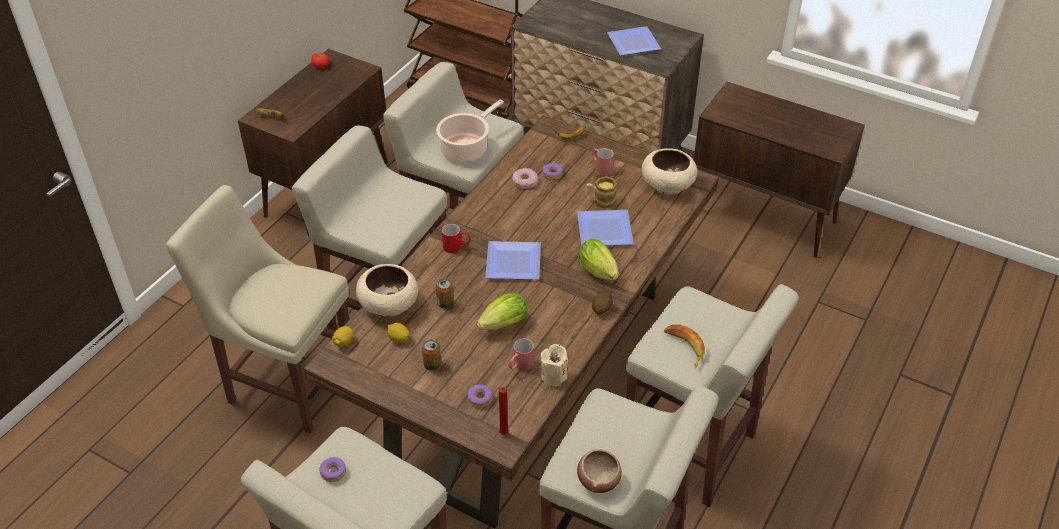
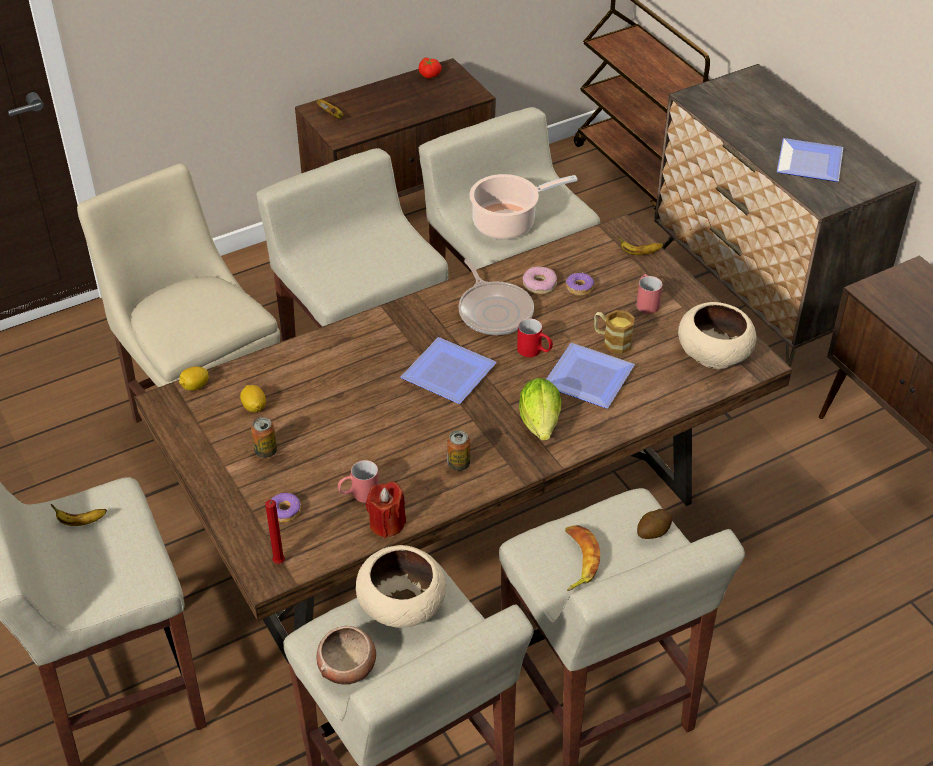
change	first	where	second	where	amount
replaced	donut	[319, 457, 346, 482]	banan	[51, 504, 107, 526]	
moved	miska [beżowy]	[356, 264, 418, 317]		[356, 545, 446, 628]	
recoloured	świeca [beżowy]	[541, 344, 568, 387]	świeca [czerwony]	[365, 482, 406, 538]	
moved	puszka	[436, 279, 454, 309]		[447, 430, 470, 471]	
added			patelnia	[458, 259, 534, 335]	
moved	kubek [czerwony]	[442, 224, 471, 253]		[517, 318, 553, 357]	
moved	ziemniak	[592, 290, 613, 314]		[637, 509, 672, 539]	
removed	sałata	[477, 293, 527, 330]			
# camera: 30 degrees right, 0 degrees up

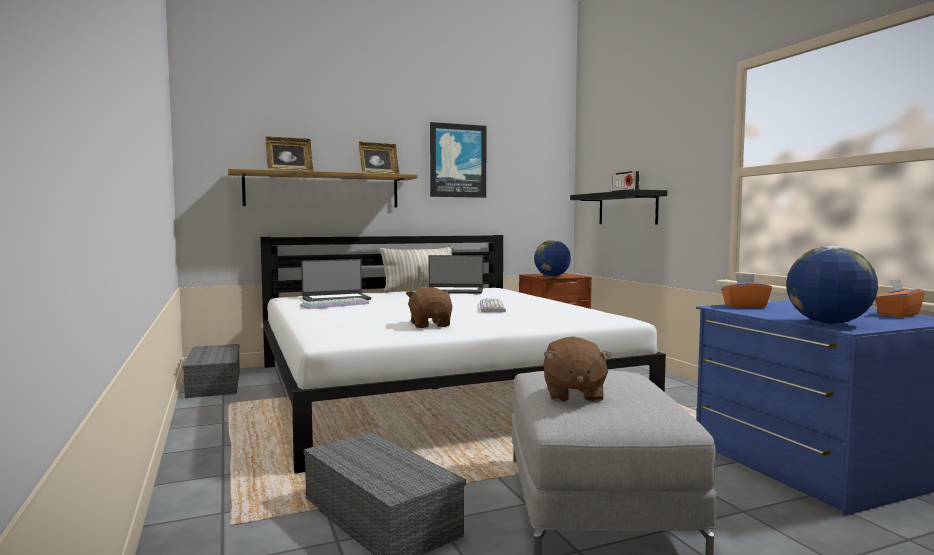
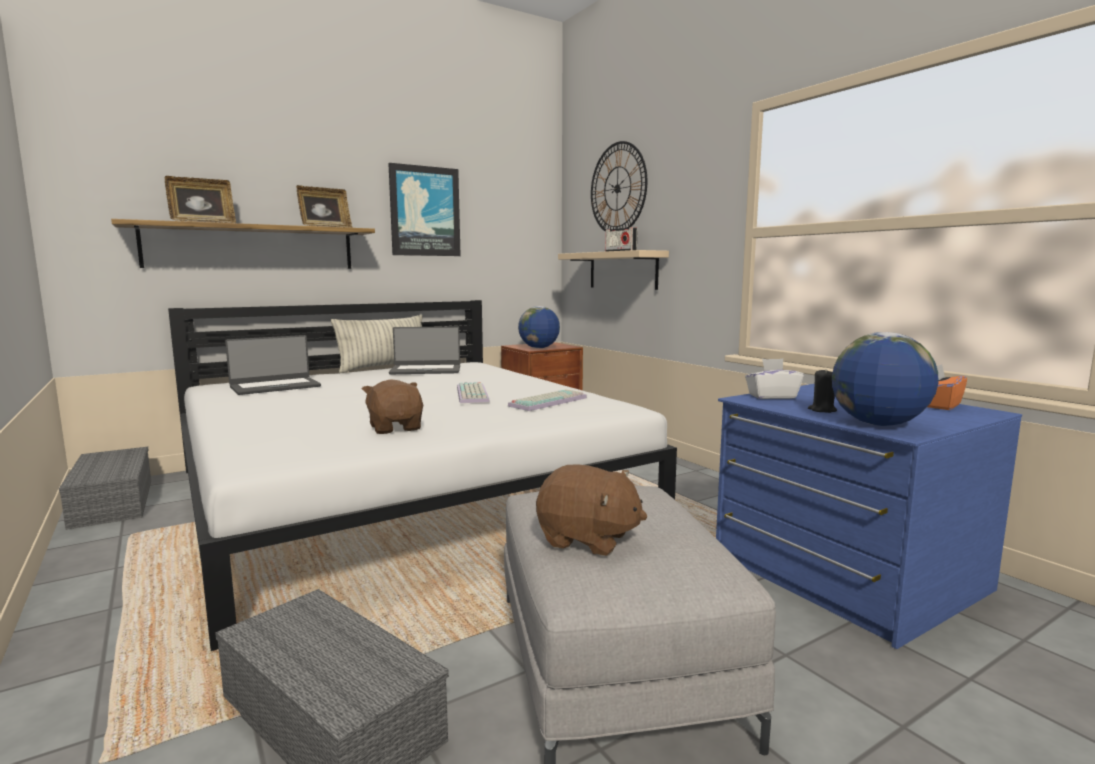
change	first	where	second	where	amount
moved	klawiatura	[300, 298, 369, 309]		[508, 389, 587, 411]	
turned	pluszak [brązowy]	[543, 336, 612, 402]		[536, 465, 647, 556]	60 degrees counterclockwise
recoloured	półka [czarny]	[570, 189, 667, 224]	półka [beżowy]	[558, 250, 669, 290]	
added			zegar ścienny	[591, 141, 647, 232]	
recoloured	pudełko chusteczek [pomarańczowy]	[721, 274, 772, 308]	pudełko chusteczek [biały]	[745, 359, 804, 399]	
added			świeca [czarny]	[808, 370, 837, 413]	
# camera: 10 degrees left, 5 degrees up

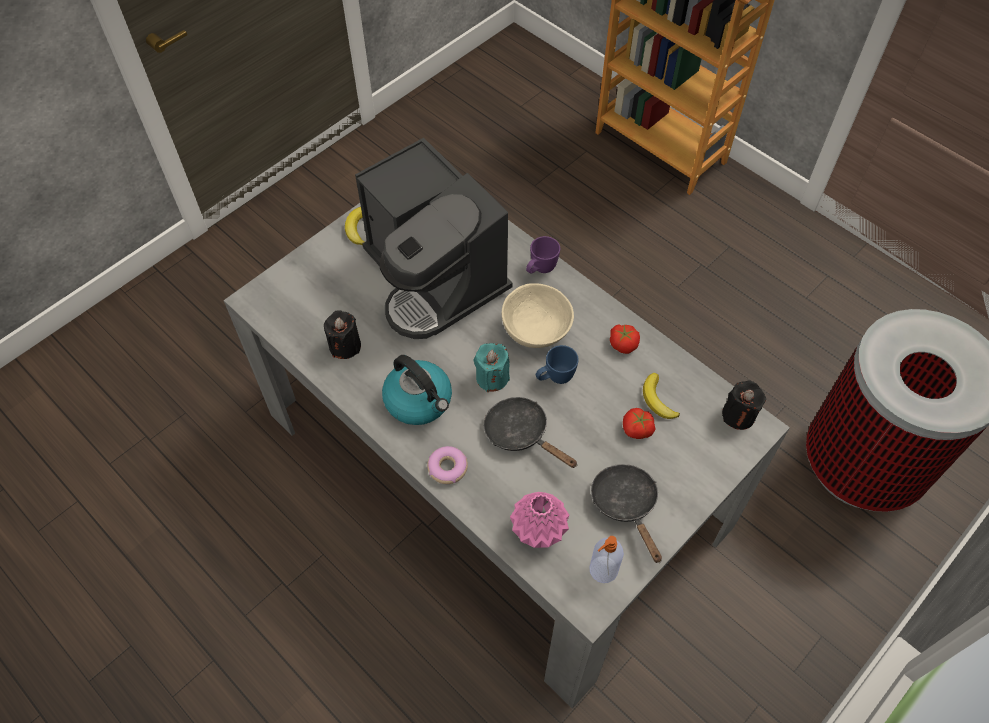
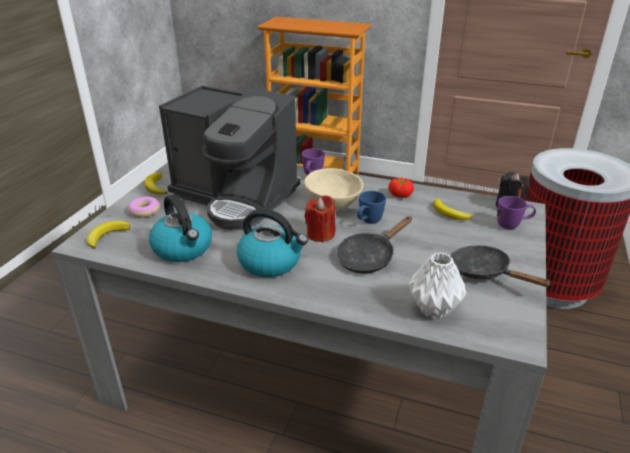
change	first	where	second	where	amount
added			banan	[87, 221, 130, 249]	
moved	donut	[427, 446, 468, 484]		[128, 197, 160, 218]	
replaced	świeca [czarny]	[324, 311, 361, 359]	czajnik	[149, 194, 212, 262]	
recoloured	świeca [turkusowy]	[473, 343, 510, 392]	świeca [czerwony]	[305, 195, 336, 242]	
turned	patelnia [czarny]	[484, 397, 578, 468]		[336, 216, 412, 273]	60 degrees counterclockwise
recoloured	wazon [różowy]	[510, 492, 570, 548]	wazon [biały]	[409, 252, 466, 318]	
added			kubek [fioletowy]	[497, 196, 536, 229]	
removed	dozownik mydła	[589, 536, 624, 583]			
removed	pomidor	[623, 408, 655, 439]			
# camera: 25 degrees left, 25 degrees down

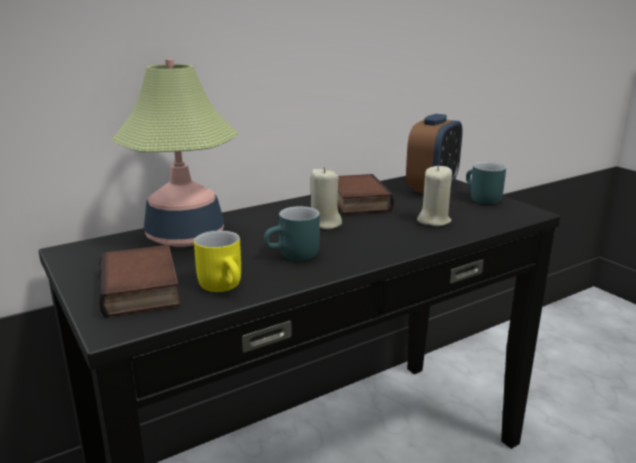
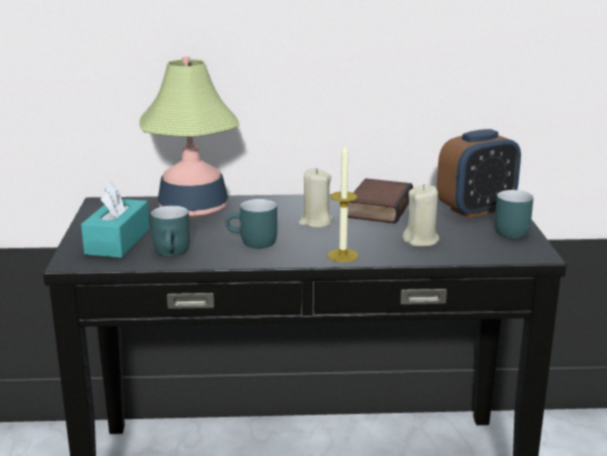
change	first	where	second	where	amount
replaced	książka	[99, 245, 180, 318]	pudełko chusteczek [turkusowy]	[81, 181, 150, 258]	
recoloured	kubek [żółty]	[194, 230, 241, 292]	kubek [turkusowy]	[151, 206, 190, 256]	
added			świeca	[327, 145, 359, 262]	
# camera: 30 degrees right, 0 degrees up

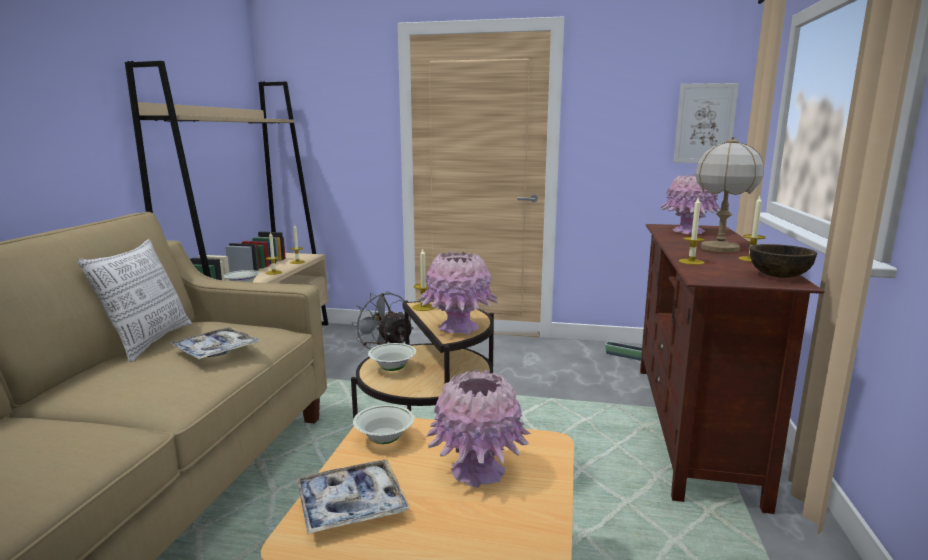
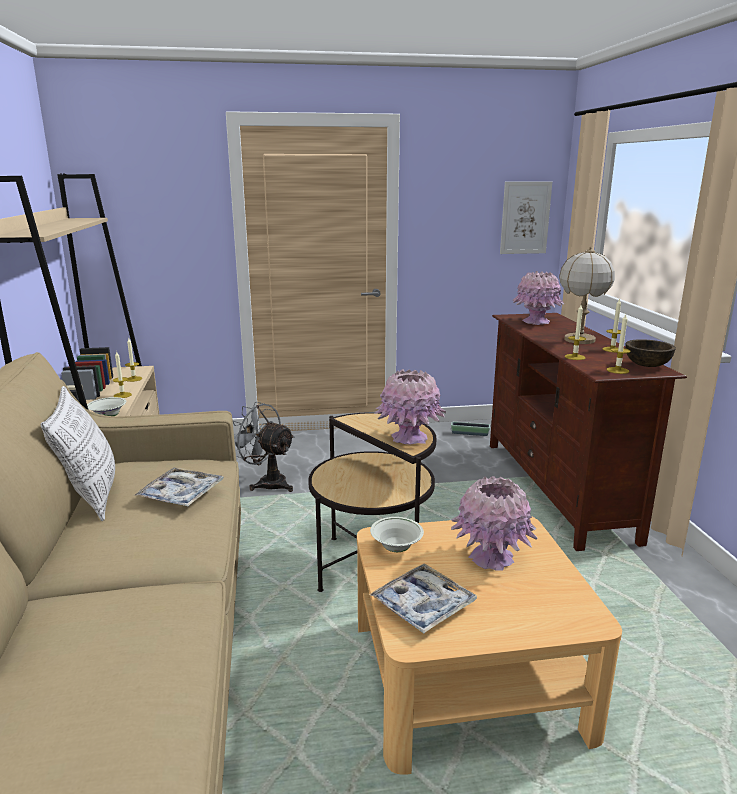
change	first	where	second	where	amount
moved	świeca	[413, 248, 434, 311]		[607, 315, 631, 374]	
removed	miska [biały]	[368, 343, 416, 371]			
# camera: 20 degrees left, 5 degrees up

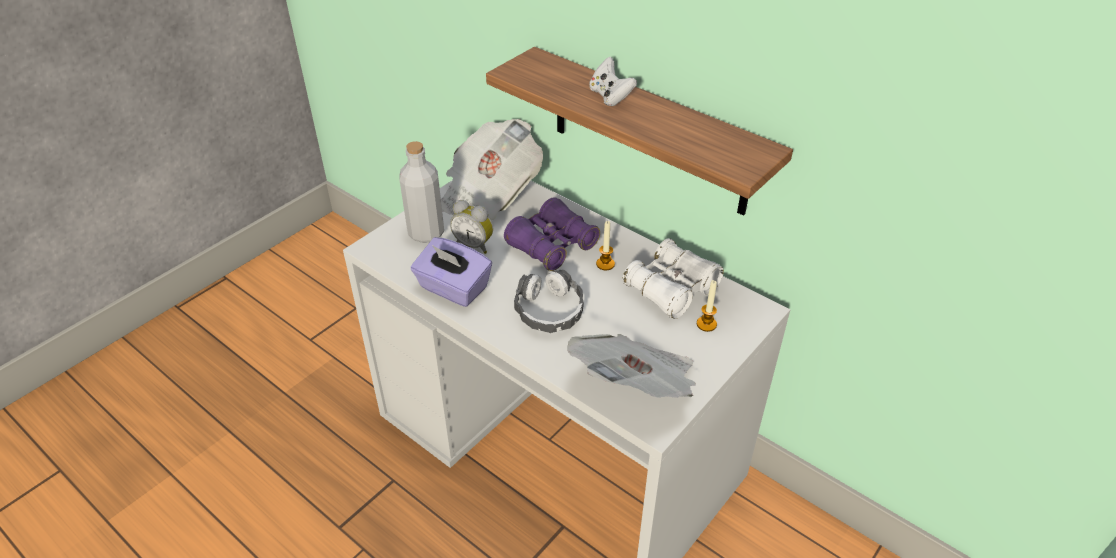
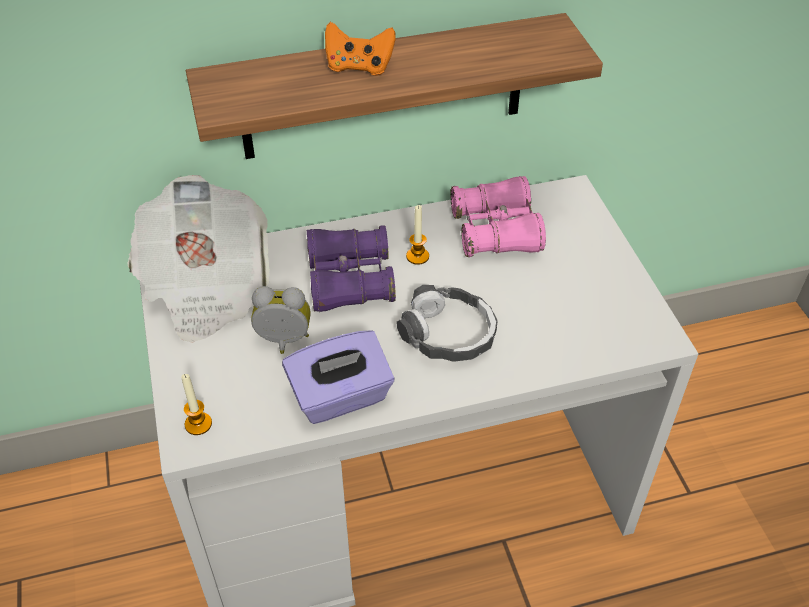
change	first	where	second	where	amount
moved	świeca	[697, 280, 717, 332]		[181, 374, 212, 435]	
turned	budzik	[450, 200, 493, 254]		[251, 286, 311, 354]	150 degrees counterclockwise
recoloured	pad do gier [biały]	[589, 57, 637, 106]	pad do gier [pomarańczowy]	[325, 22, 396, 76]	
recoloured	lornetka [biały]	[622, 238, 724, 319]	lornetka [różowy]	[450, 176, 546, 257]	
removed	butelka [szary]	[399, 141, 444, 243]			
removed	gazeta	[567, 334, 696, 398]			
# camera: 55 degrees left, 5 degrees up

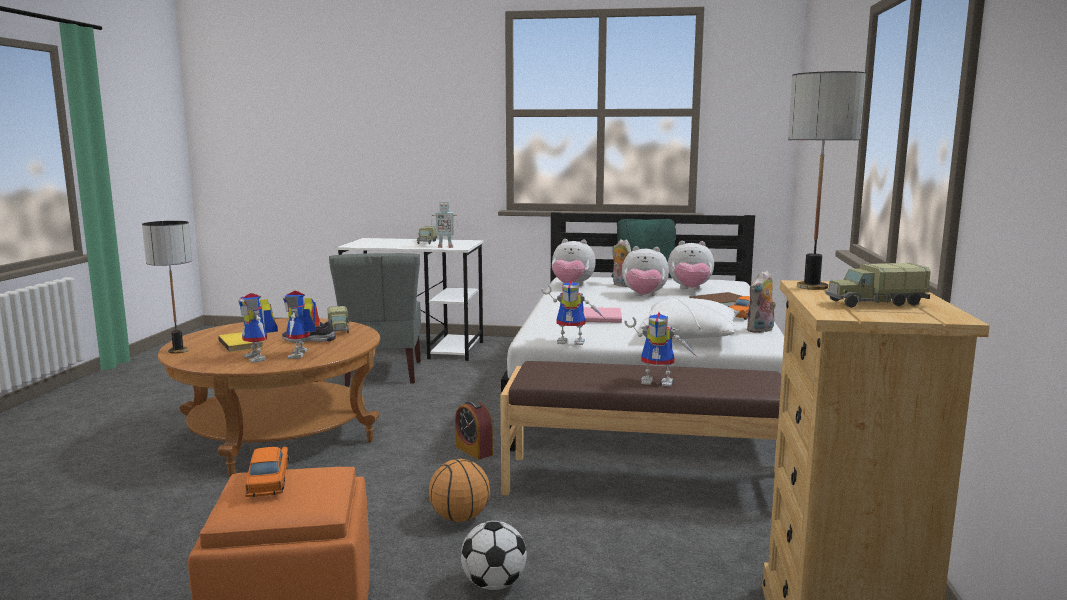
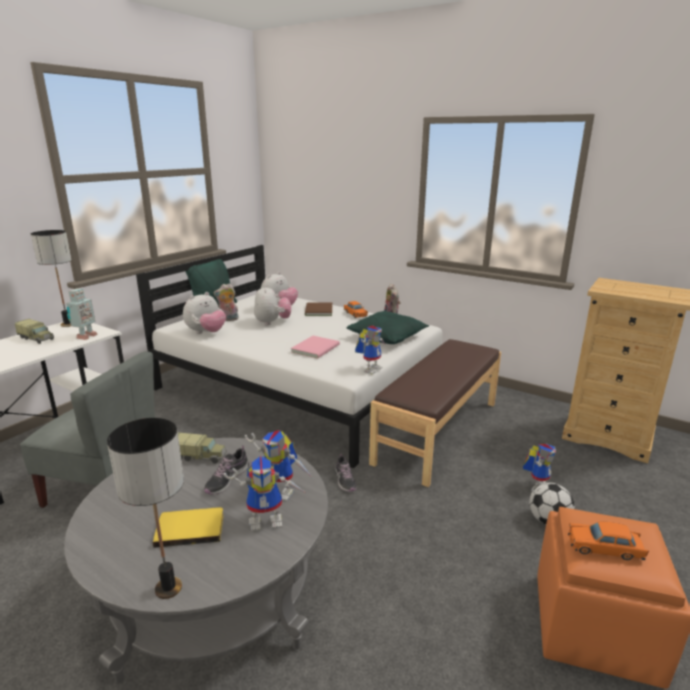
change	first	where	second	where	amount
moved	lampa stołowa	[788, 71, 866, 290]		[31, 230, 72, 327]	
recoloured	ława [brązowy]	[158, 318, 380, 476]	ława [szary]	[64, 438, 328, 683]	
turned	pluszak	[622, 246, 669, 296]		[254, 284, 291, 325]	45 degrees counterclockwise
replaced	budzik	[455, 400, 493, 460]	but	[335, 453, 357, 492]	
recoloured	poduszka [biały]	[640, 298, 740, 339]	poduszka [zielony]	[347, 311, 429, 344]	
moved	robot zabawkowy	[624, 312, 698, 387]		[523, 443, 556, 491]	
removed	piłka do koszykówki	[429, 459, 490, 522]			
removed	ciężarówka zabawkowa	[825, 263, 931, 308]			
# camera: 65 degrees left, 10 degrees up

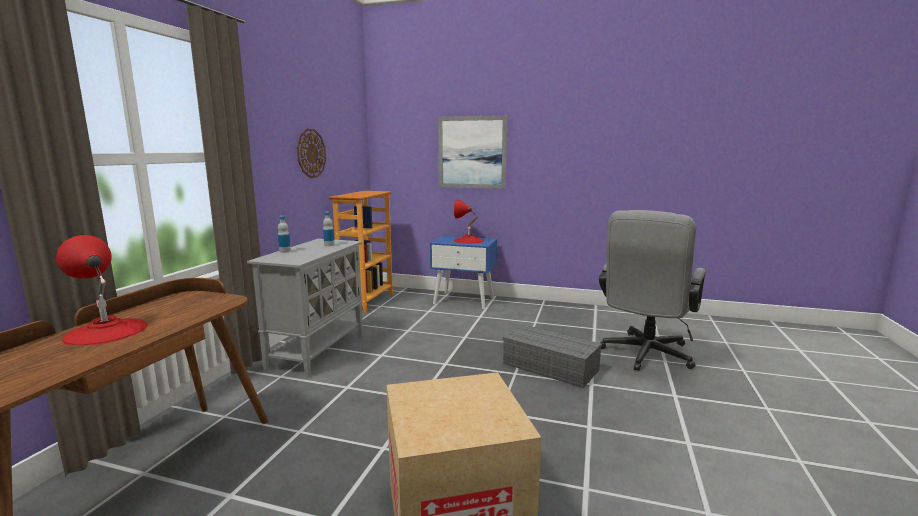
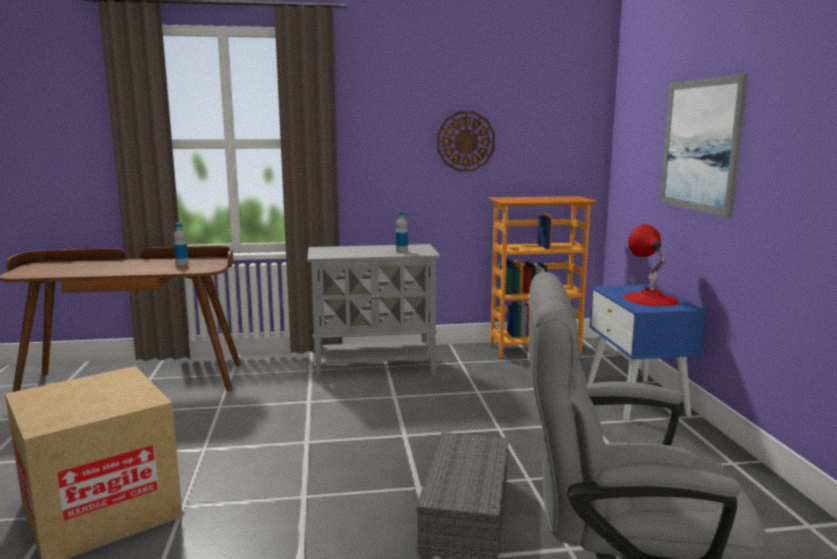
change	first	where	second	where	amount
moved	butelka	[278, 216, 291, 253]		[174, 223, 189, 265]	
removed	lampa stołowa [czerwony]	[56, 235, 148, 346]			
# camera: 65 degrees right, 0 degrees up

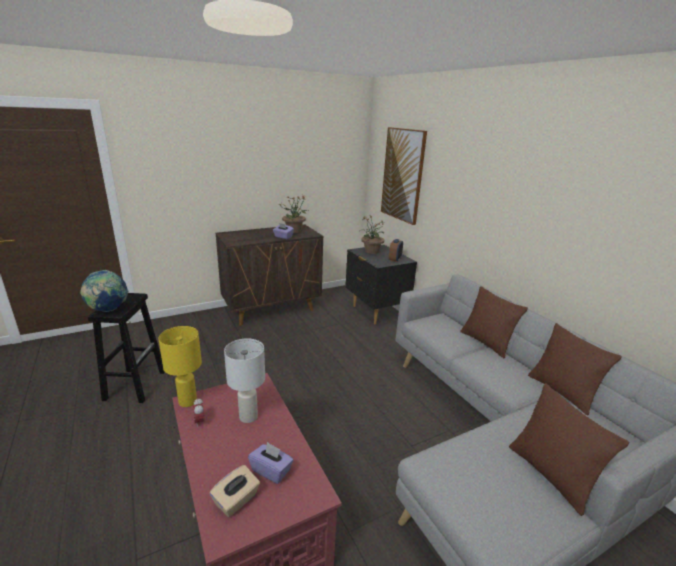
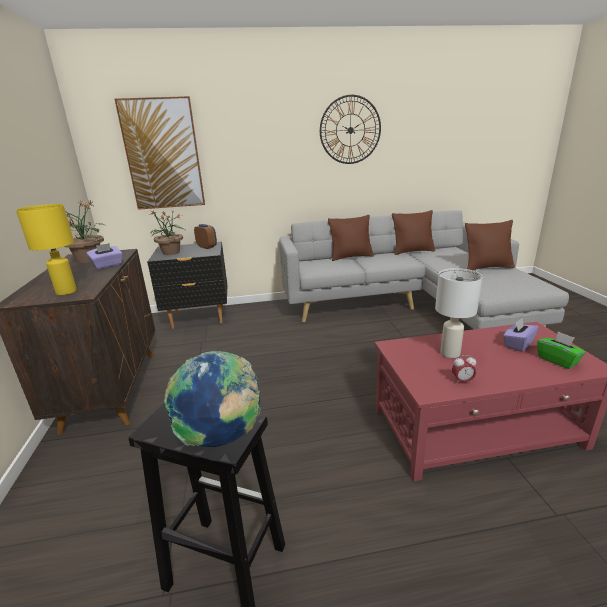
change	first	where	second	where	amount
moved	lampa stołowa [żółty]	[158, 326, 202, 407]		[16, 204, 77, 295]	
added			zegar ścienny	[320, 95, 381, 164]	
recoloured	pudełko chusteczek [beżowy]	[210, 465, 260, 517]	pudełko chusteczek [zielony]	[537, 331, 586, 369]	
# camera: 70 degrees left, 0 degrees up

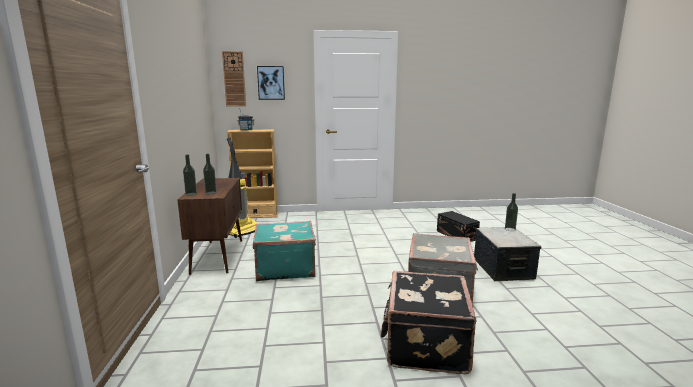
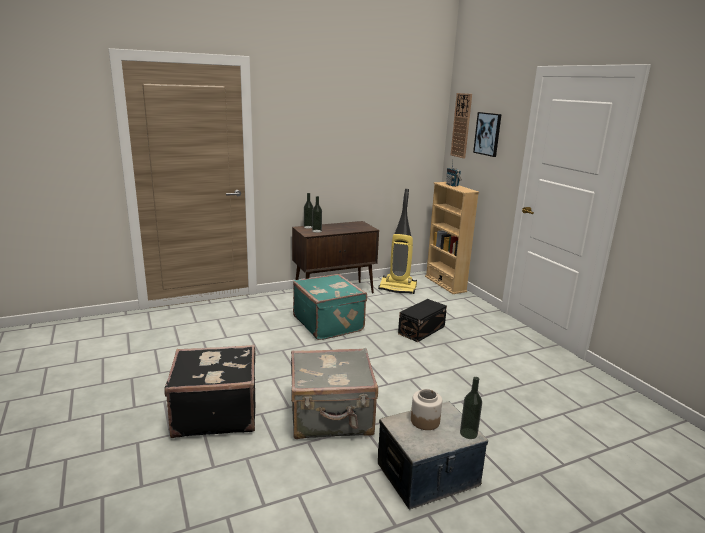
change	first	where	second	where	amount
moved	pojemnik do przechowywania [czarny]	[437, 211, 480, 242]		[398, 299, 447, 342]	
added			słoik	[411, 389, 442, 430]	
# camera: 70 degrees right, 5 degrees up

